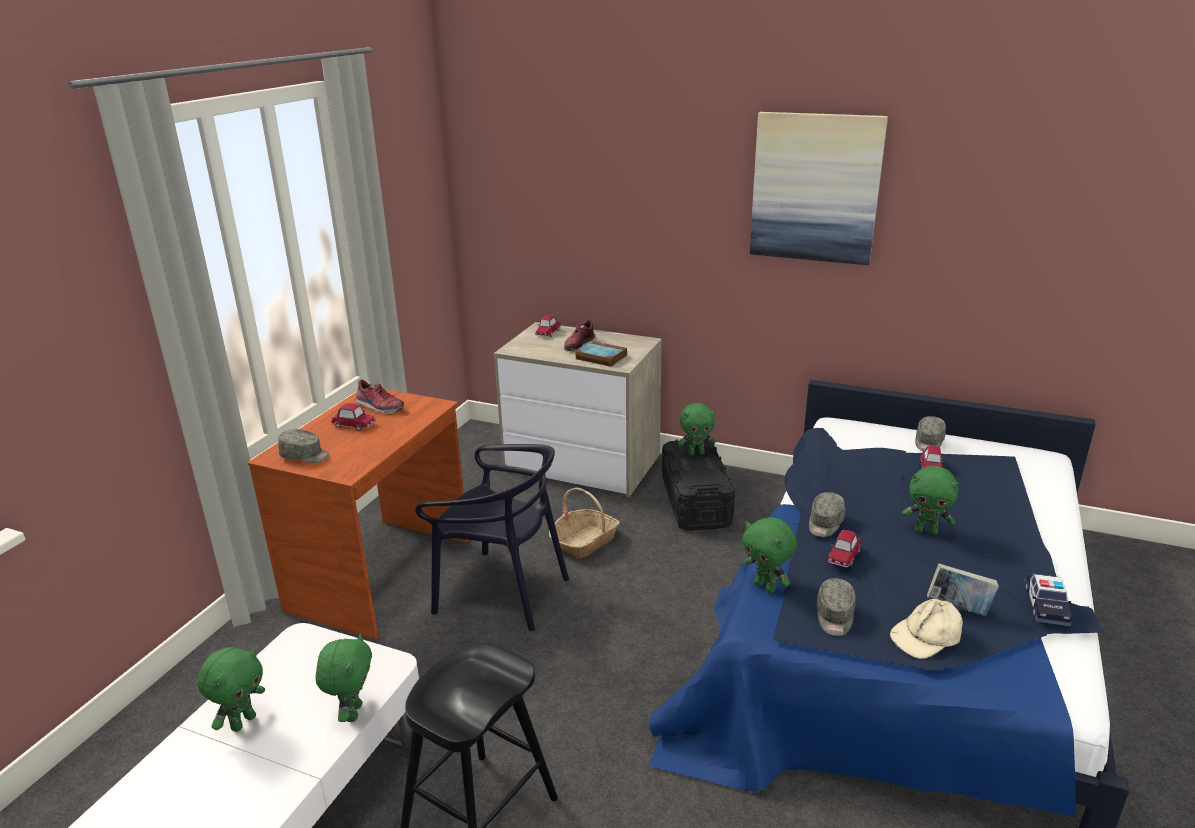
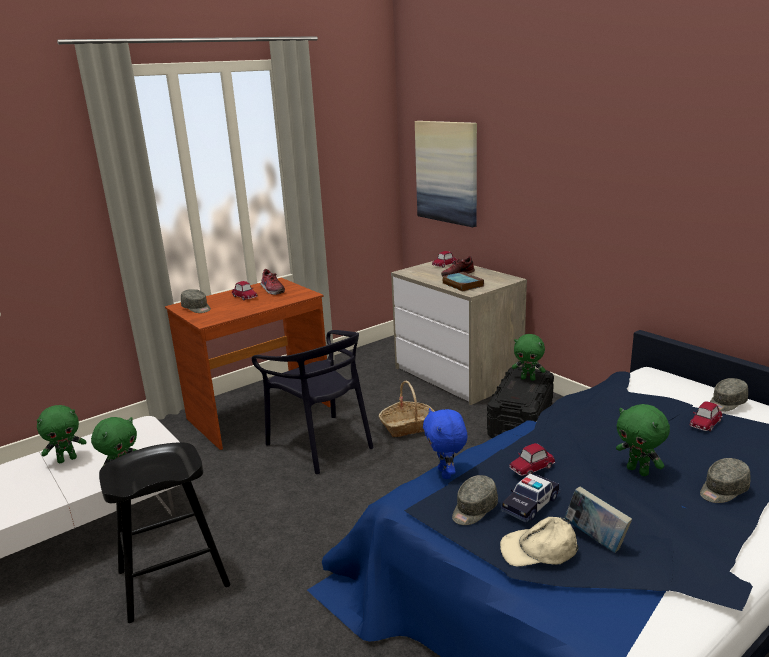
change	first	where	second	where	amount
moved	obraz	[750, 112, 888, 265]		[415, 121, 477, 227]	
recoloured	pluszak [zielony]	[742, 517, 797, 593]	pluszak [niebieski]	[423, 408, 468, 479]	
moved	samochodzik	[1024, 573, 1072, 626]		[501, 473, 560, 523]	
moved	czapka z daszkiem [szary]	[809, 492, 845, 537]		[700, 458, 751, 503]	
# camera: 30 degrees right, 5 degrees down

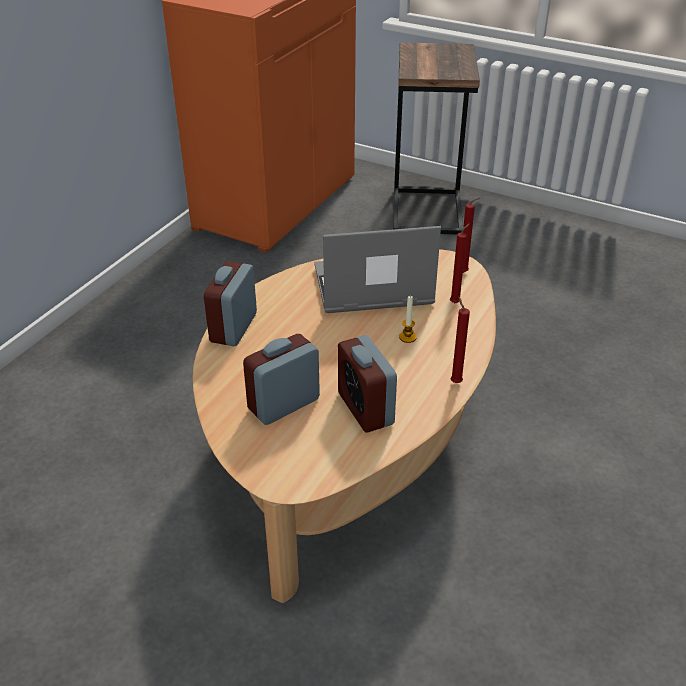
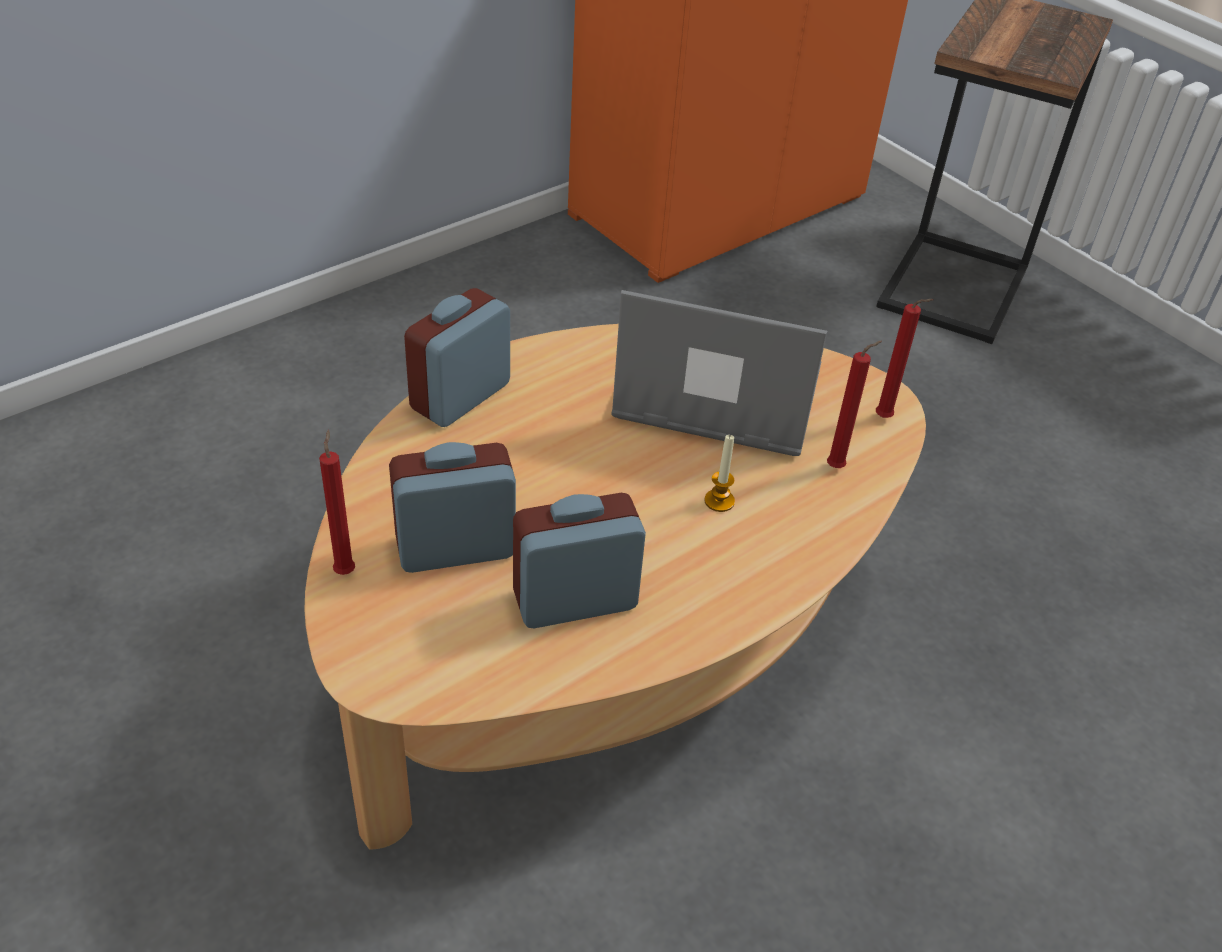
change	first	where	second	where	amount
moved	świeca [czerwony]	[450, 297, 470, 383]		[319, 430, 355, 575]	
turned	budzik	[338, 335, 397, 433]		[513, 493, 646, 628]	75 degrees clockwise
# camera: 20 degrees right, 5 degrees up

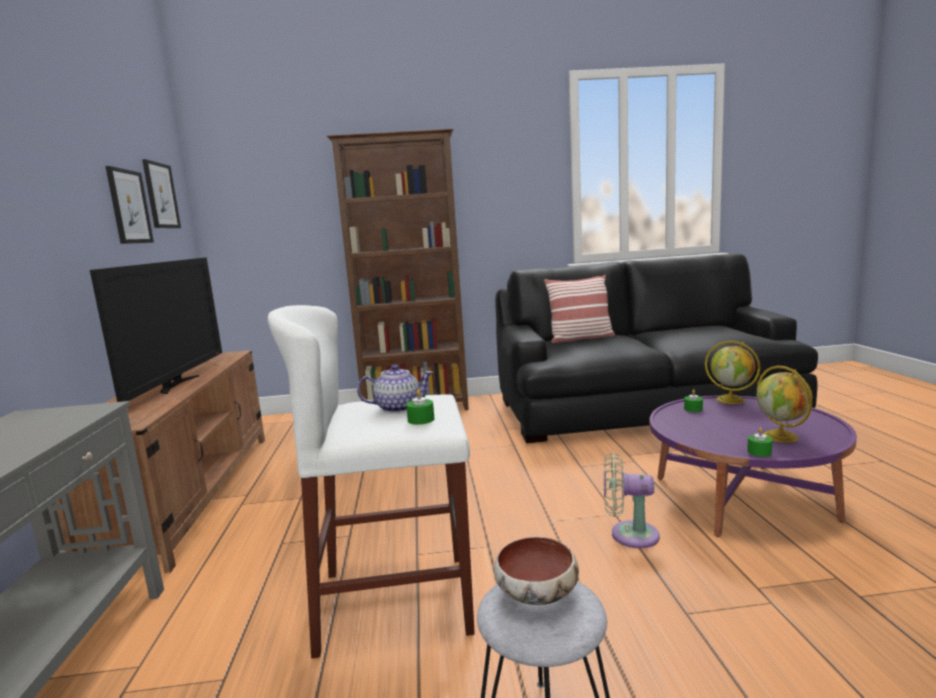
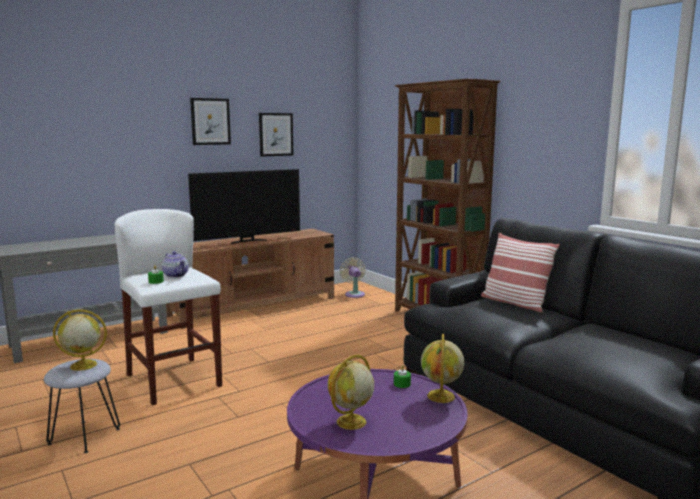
change	first	where	second	where	amount
replaced	miska	[494, 537, 579, 605]	globus	[53, 309, 107, 371]	
moved	obraz	[142, 159, 181, 228]		[190, 98, 231, 145]	
moved	wentylator [beżowy]	[604, 453, 660, 548]		[340, 258, 366, 298]	
removed	świeca [zielony]	[747, 428, 772, 457]			
# camera: 60 degrees right, 0 degrees up

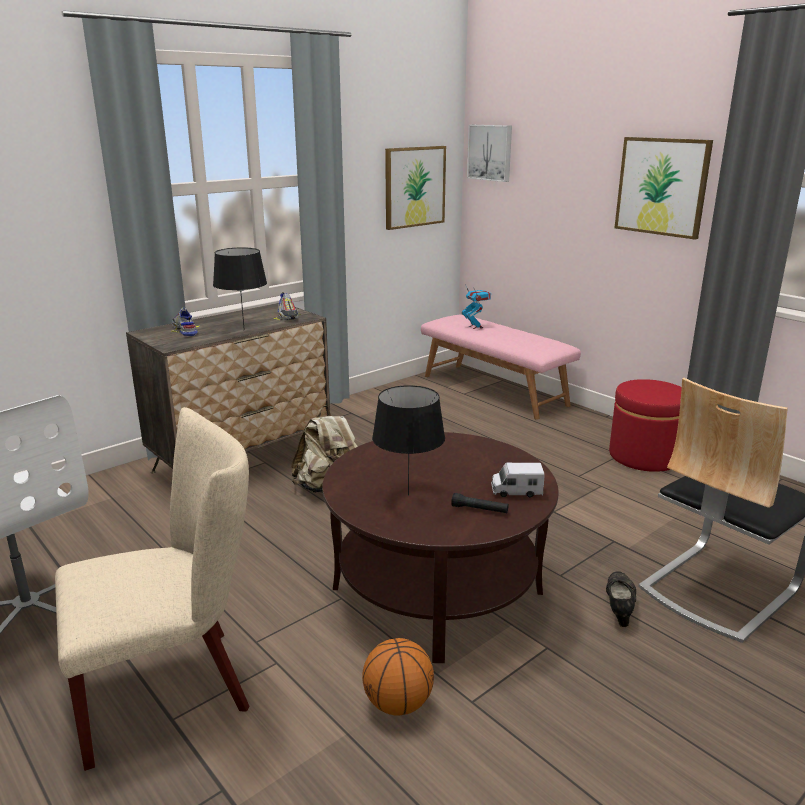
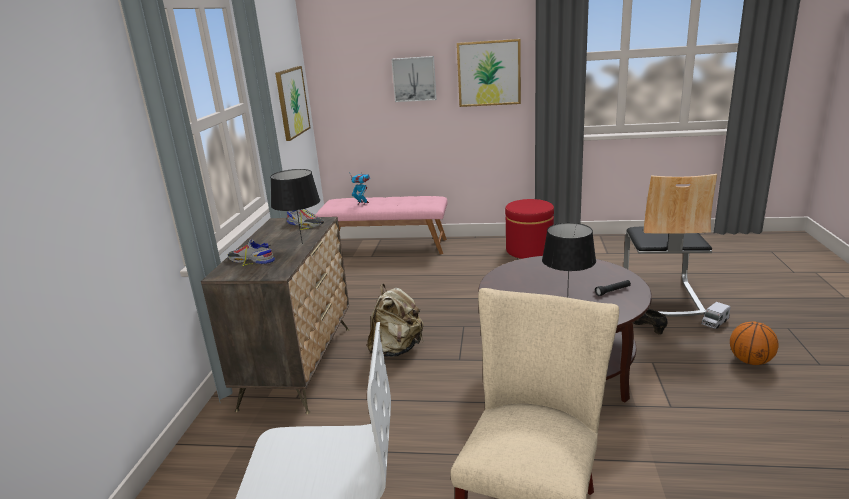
change	first	where	second	where	amount
moved	obraz	[467, 125, 512, 182]		[391, 56, 436, 102]	
moved	ciężarówka zabawkowa	[491, 463, 545, 497]		[701, 302, 731, 329]	
moved	piłka do koszykówki	[362, 638, 434, 716]		[730, 321, 779, 365]	
# camera: 40 degrees left, 0 degrees up

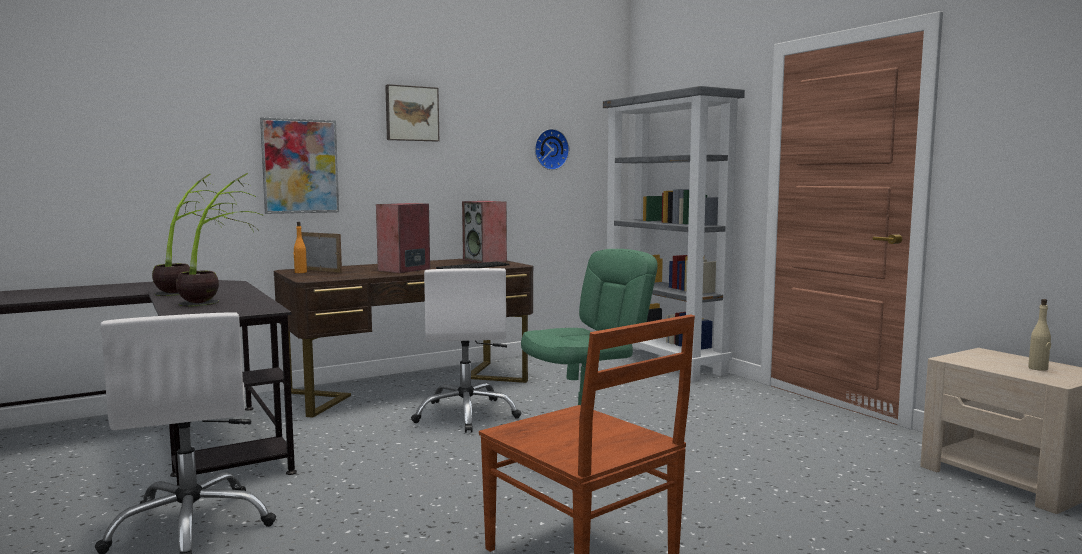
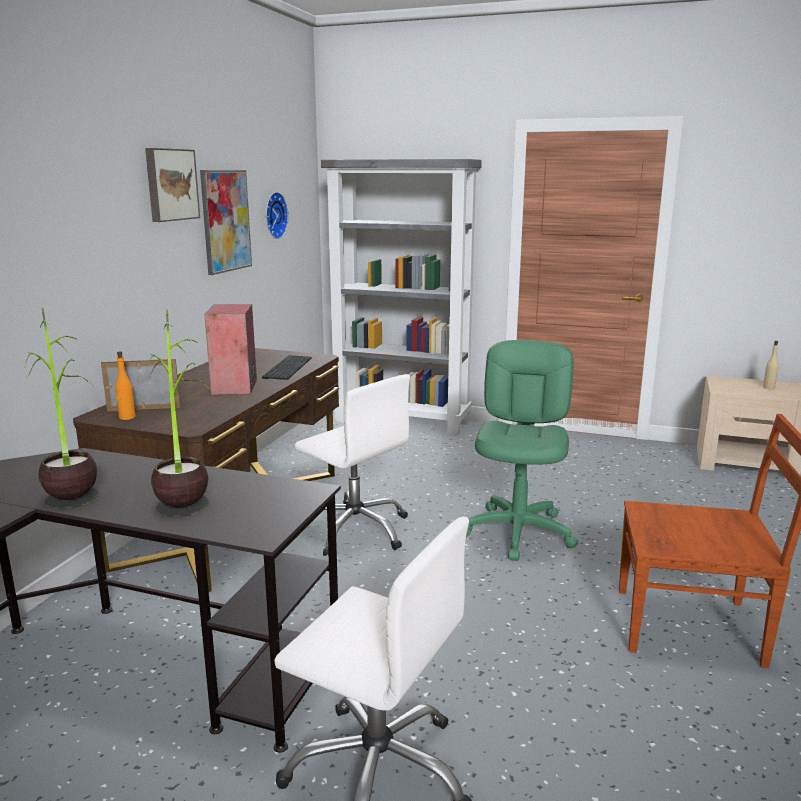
change	first	where	second	where	amount
moved	obraz	[260, 117, 339, 214]		[200, 170, 252, 275]	
removed	głośnik	[462, 201, 507, 263]			
# camera: 40 degrees left, 10 degrees up

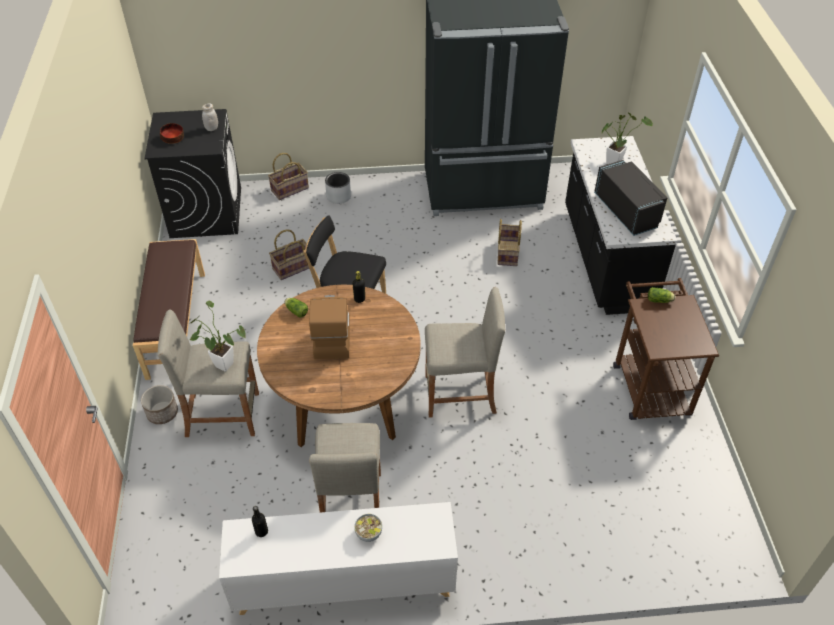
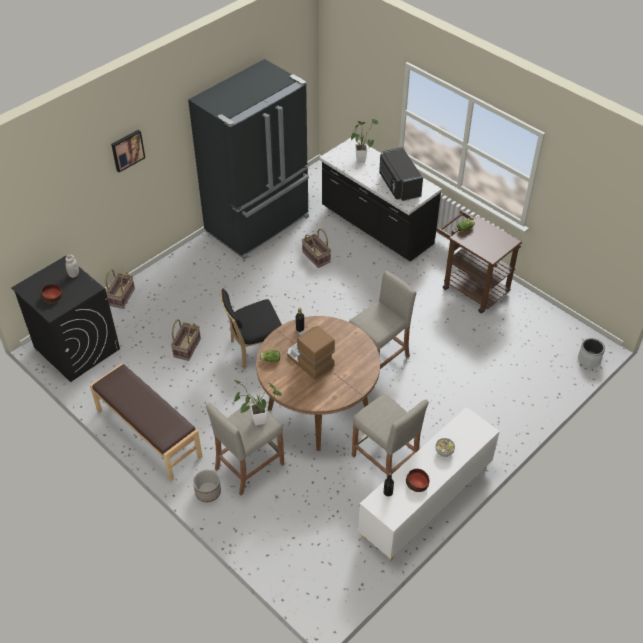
change	first	where	second	where	amount
added			obraz	[111, 130, 145, 172]	
turned	mikrofalówka [czarny]	[594, 160, 667, 236]		[379, 147, 423, 201]	135 degrees counterclockwise
added			miska	[406, 469, 429, 492]	
moved	donica [szary]	[325, 172, 351, 204]		[578, 338, 605, 368]	
# camera: 40 degrees left, 0 degrees up

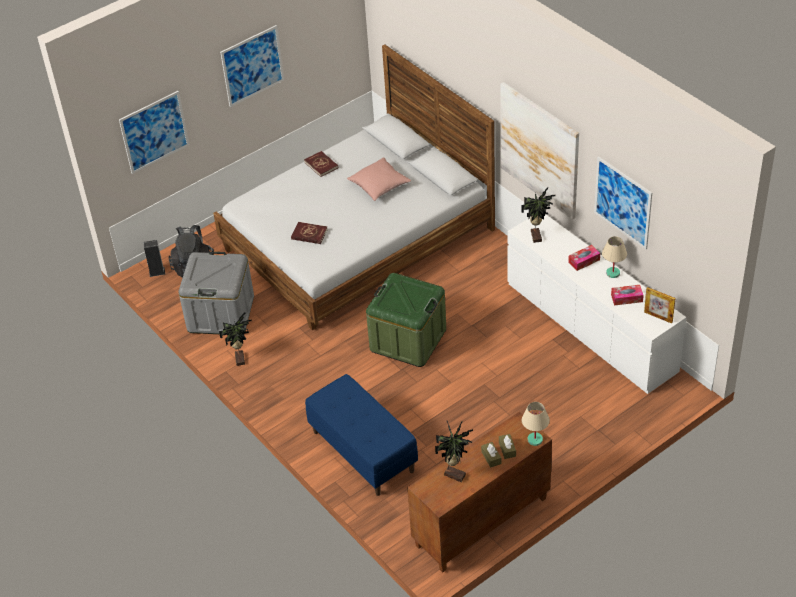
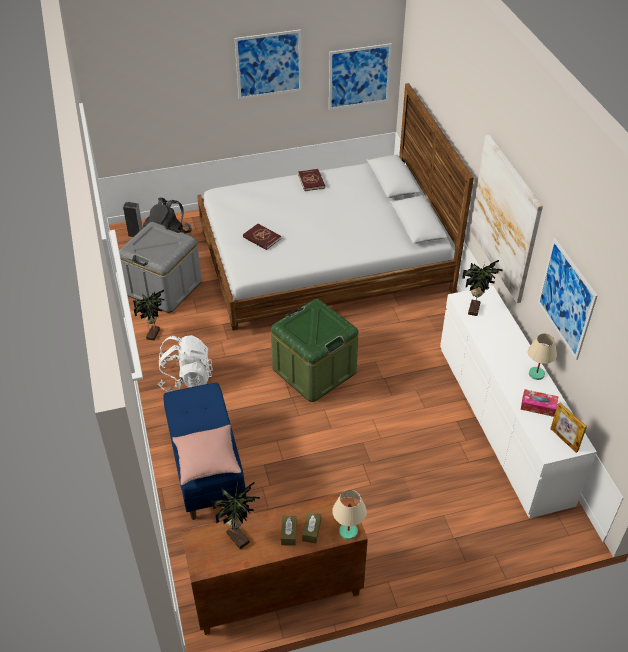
change	first	where	second	where	amount
added			plecak [biały]	[158, 335, 213, 392]	
moved	poduszka [różowy]	[347, 157, 411, 201]		[172, 425, 241, 485]	
moved	obraz	[119, 91, 189, 174]		[329, 43, 392, 110]	
removed	pudełko chusteczek	[568, 245, 600, 271]			
# camera: 20 degrees right, 0 degrees up

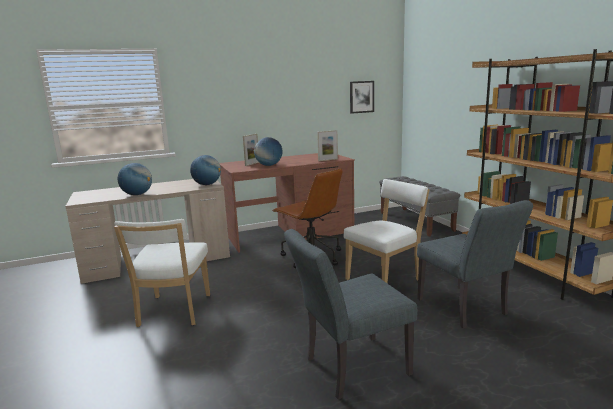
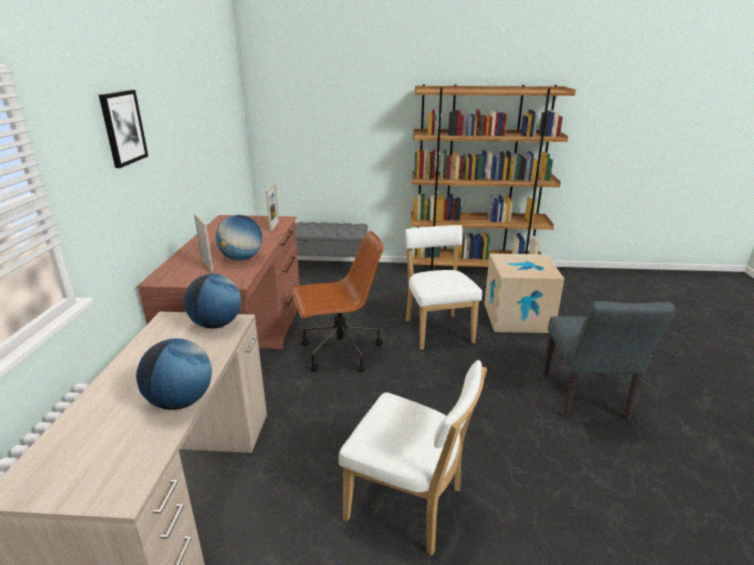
change	first	where	second	where	amount
moved	obraz	[350, 81, 374, 114]		[99, 90, 148, 168]	
replaced	krzesło [szary]	[417, 200, 533, 329]	karton	[484, 254, 565, 333]	
# camera: 65 degrees left, 10 degrees up

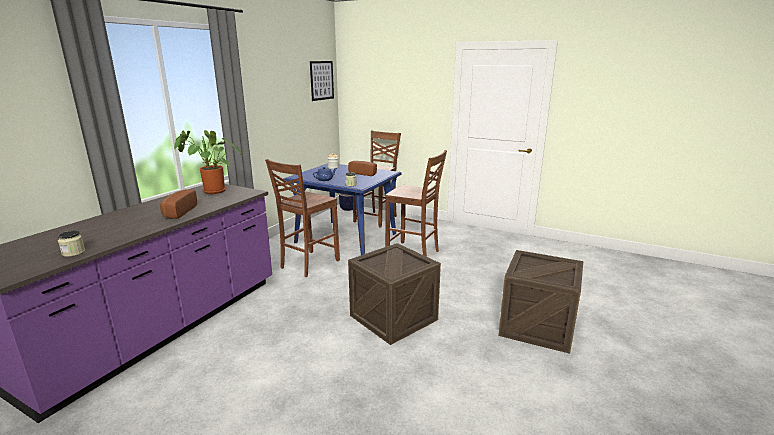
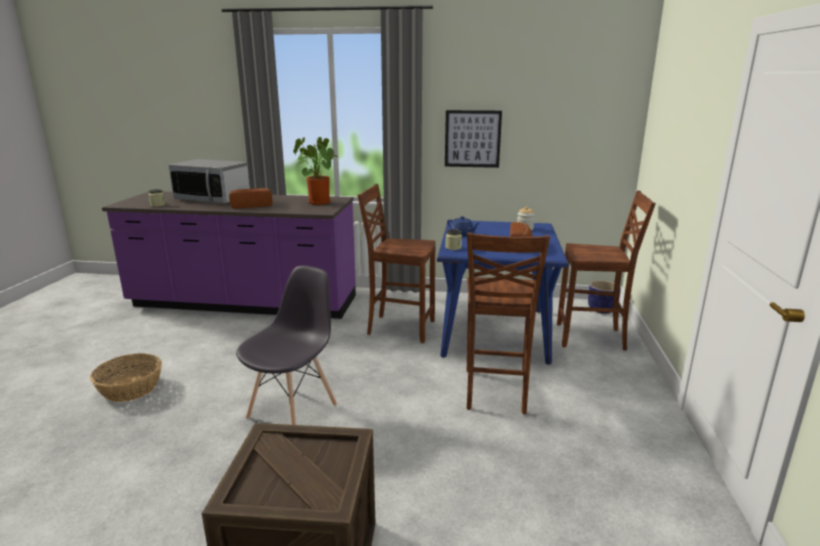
change	first	where	second	where	amount
added			koszyk	[90, 353, 162, 402]	
added			mikrofalówka	[168, 159, 250, 204]	
replaced	skrzynka	[348, 243, 441, 345]	krzesło [szary]	[236, 265, 337, 425]	
moved	obraz	[310, 61, 334, 101]		[445, 110, 502, 168]	
# camera: 70 degrees right, 0 degrees up

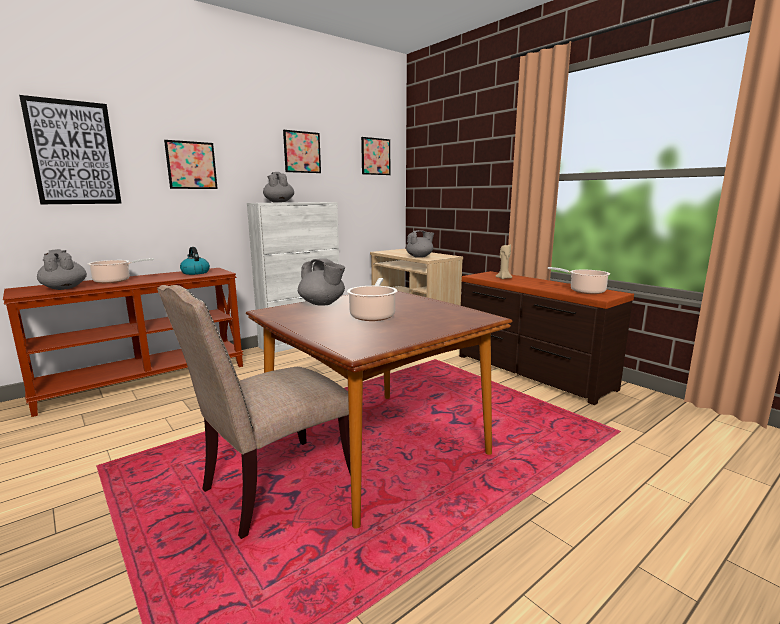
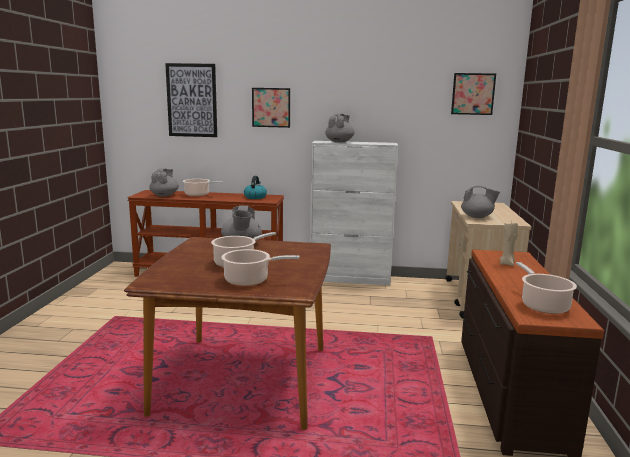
change	first	where	second	where	amount
added			garnek	[221, 249, 300, 286]	
removed	krzesło [beżowy]	[157, 285, 351, 539]			
removed	obraz	[283, 130, 321, 173]			
# camera: 45 degrees right, 0 degrees up

